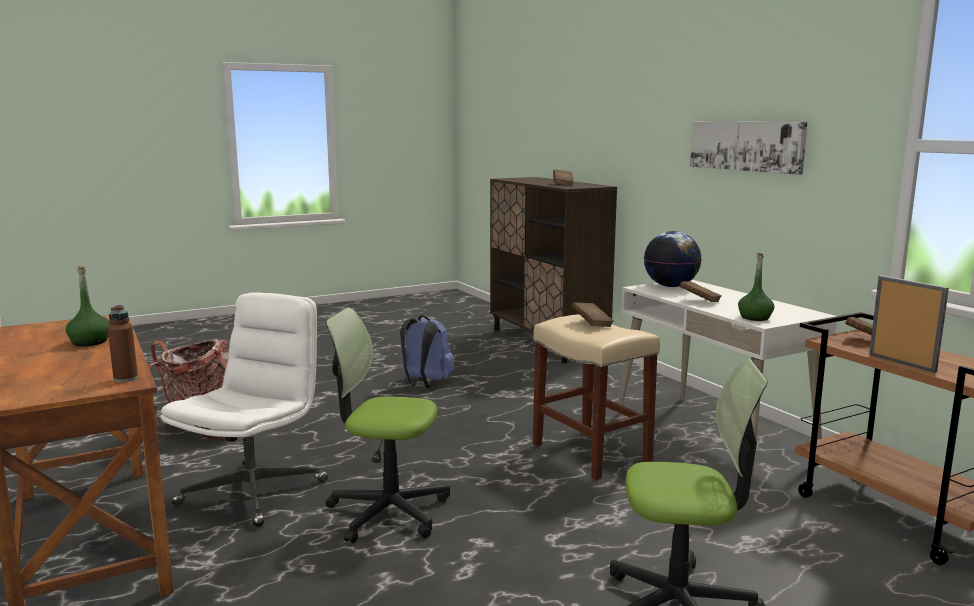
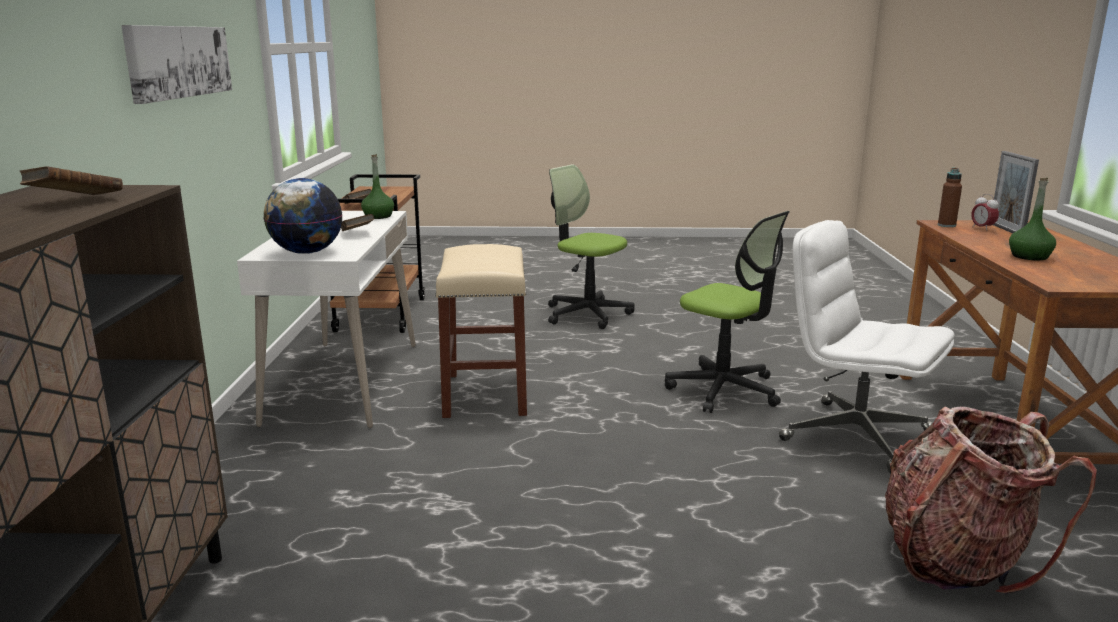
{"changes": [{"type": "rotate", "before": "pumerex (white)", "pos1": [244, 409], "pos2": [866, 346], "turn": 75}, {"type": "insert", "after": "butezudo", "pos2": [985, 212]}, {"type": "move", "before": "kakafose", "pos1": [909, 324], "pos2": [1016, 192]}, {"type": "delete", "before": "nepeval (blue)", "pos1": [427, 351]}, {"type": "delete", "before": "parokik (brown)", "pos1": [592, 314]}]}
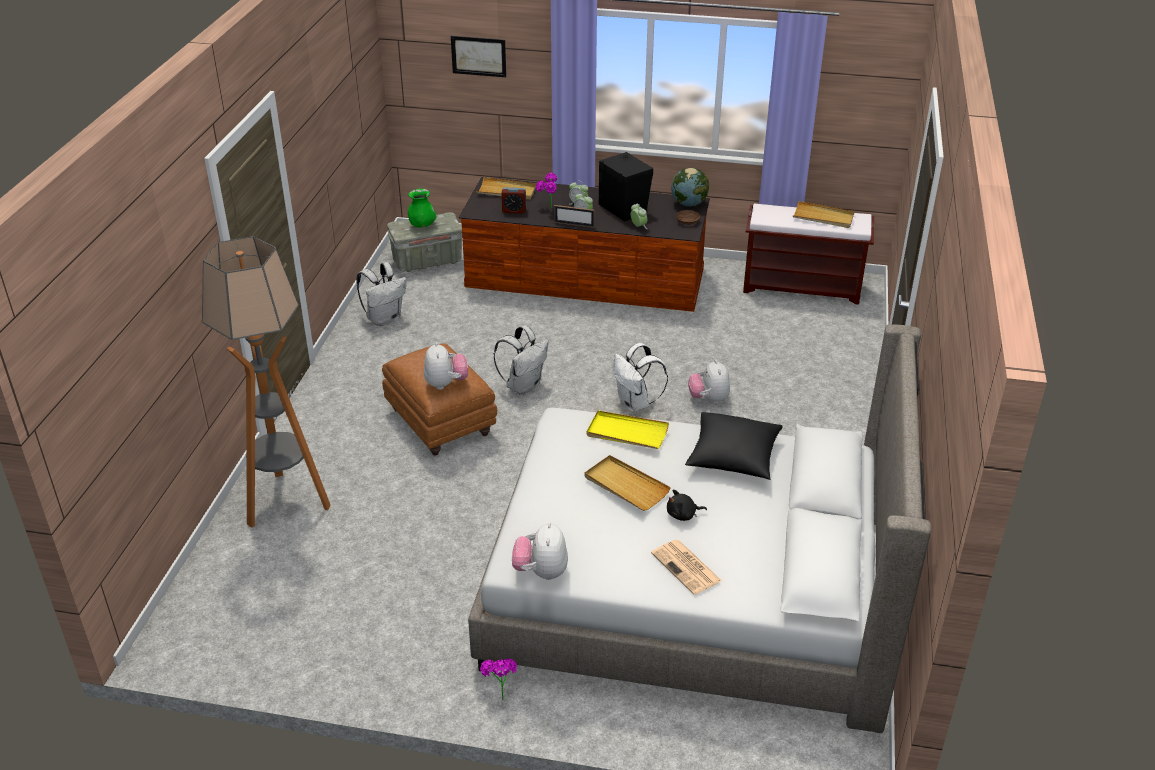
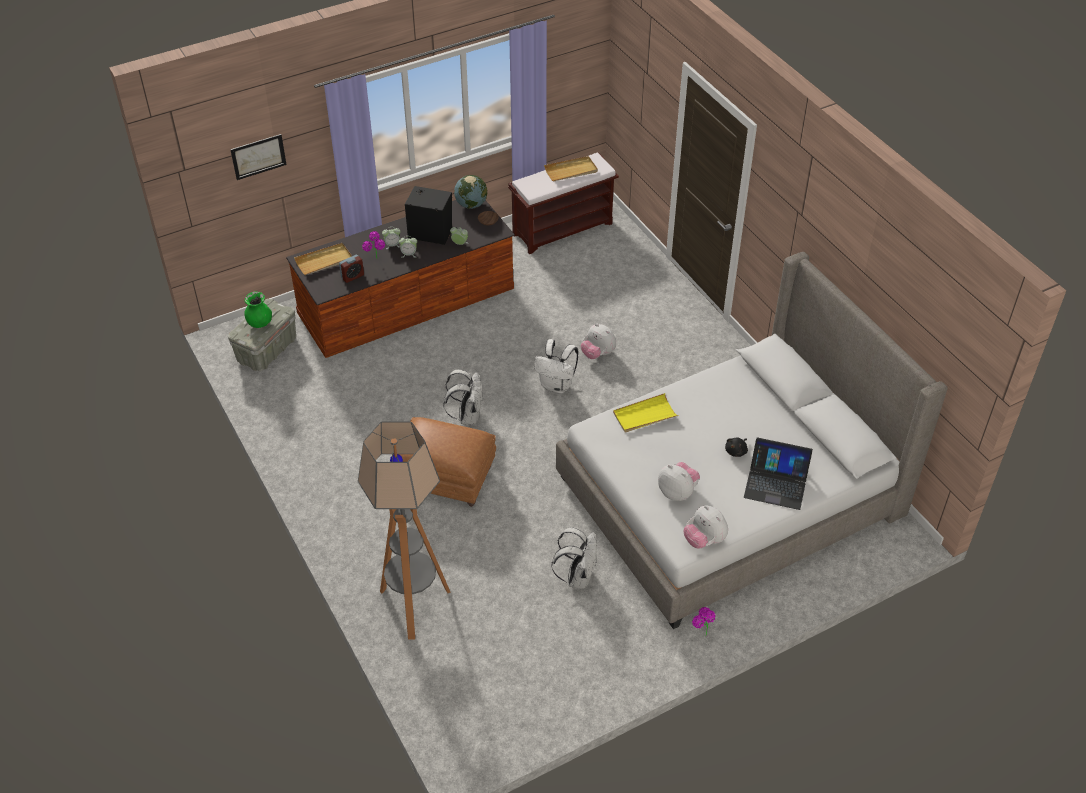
{"changes": [{"type": "move", "before": "nepeval (white)", "pos1": [381, 294], "pos2": [574, 558]}, {"type": "move", "before": "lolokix", "pos1": [446, 366], "pos2": [679, 481]}, {"type": "replace", "before": "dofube", "after": "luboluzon", "pos1": [686, 567], "pos2": [778, 474]}, {"type": "delete", "before": "kakafose", "pos1": [574, 216]}, {"type": "delete", "before": "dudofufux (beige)", "pos1": [628, 483]}, {"type": "delete", "before": "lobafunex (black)", "pos1": [734, 446]}]}
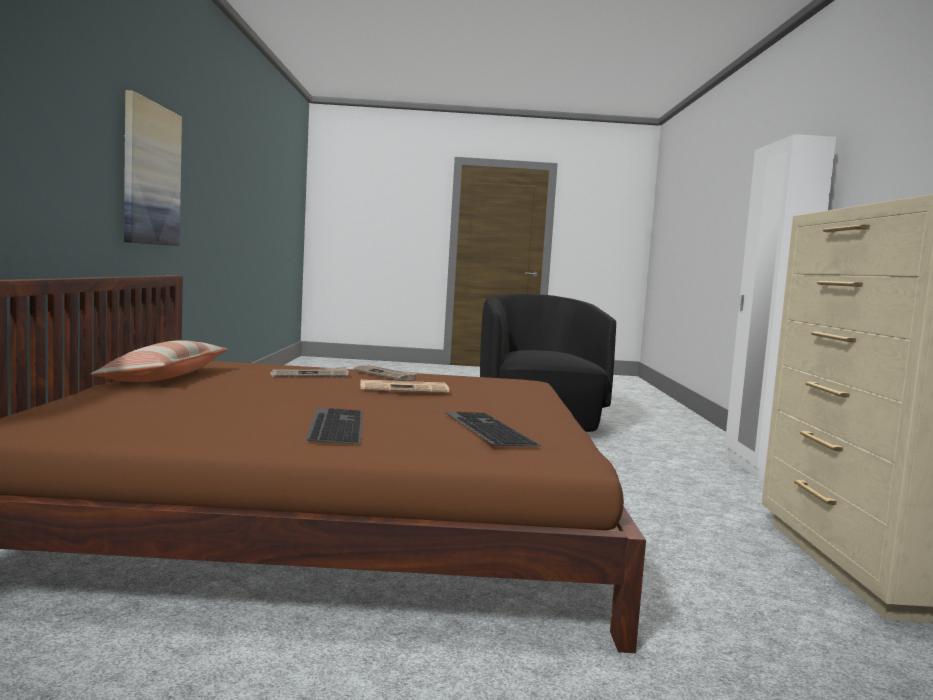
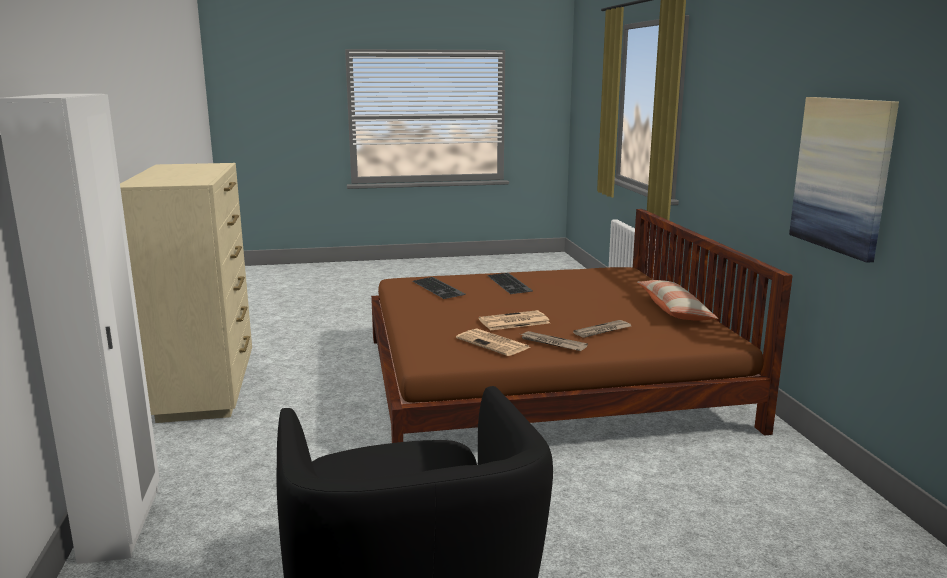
{"changes": [{"type": "insert", "after": "dofube", "pos2": [493, 342]}]}
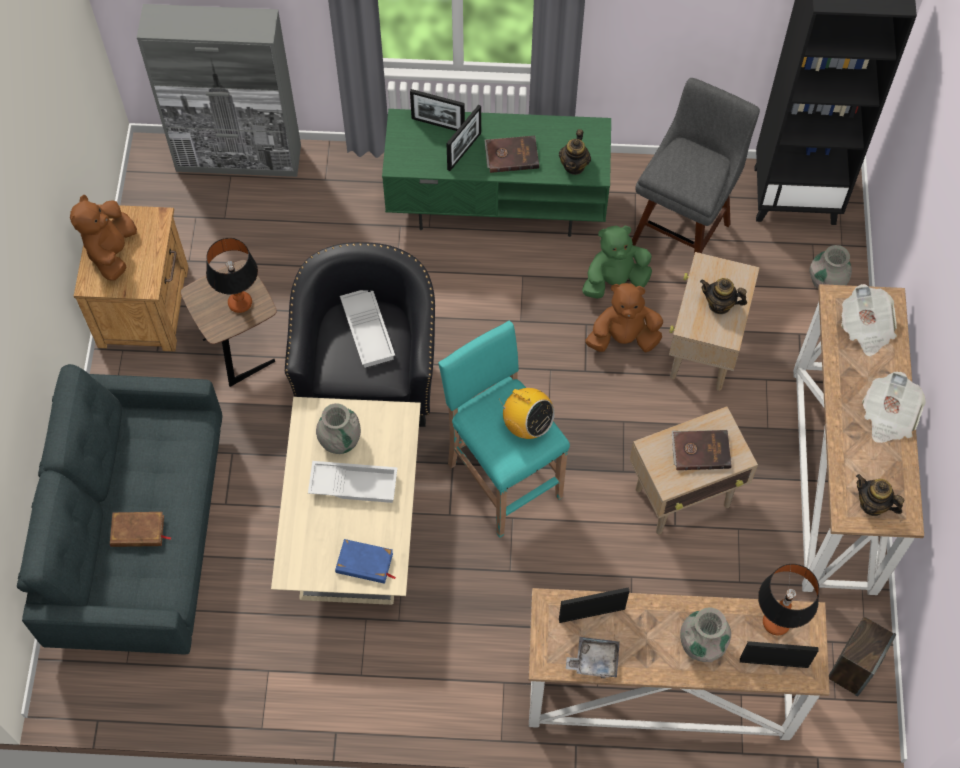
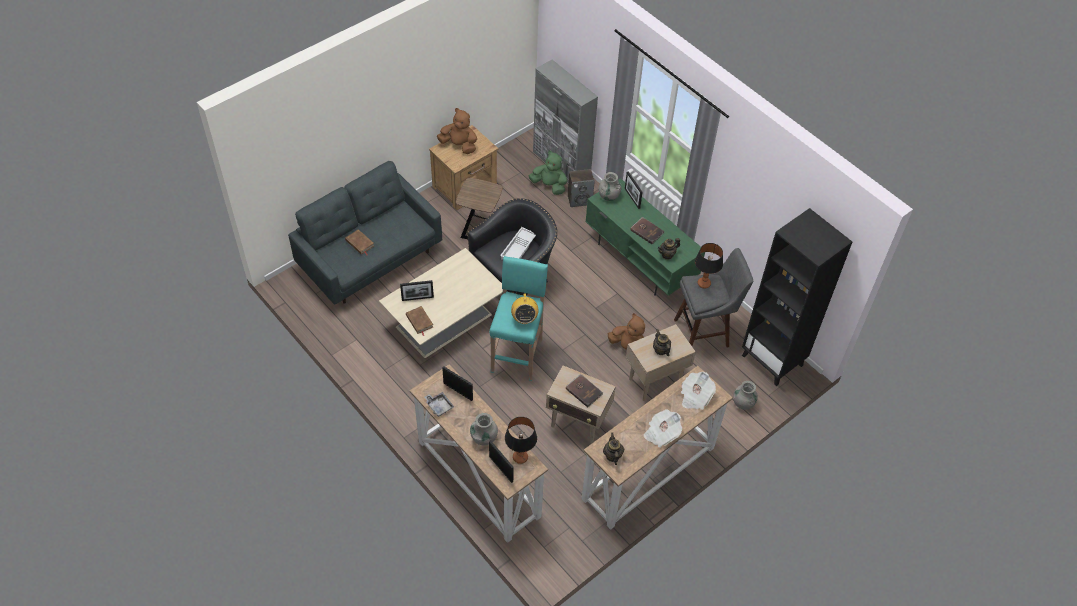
{"changes": [{"type": "move", "before": "kakafose", "pos1": [464, 138], "pos2": [417, 290]}, {"type": "recolor", "before": "parokik (blue)", "after": "parokik (brown)", "pos1": [365, 561], "pos2": [419, 321]}, {"type": "rotate", "before": "lolokix (brown)", "pos1": [103, 238], "pos2": [457, 131], "turn": 60}, {"type": "move", "before": "lolokix (green)", "pos1": [617, 262], "pos2": [548, 172]}, {"type": "move", "before": "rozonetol", "pos1": [862, 657], "pos2": [581, 188]}, {"type": "move", "before": "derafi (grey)", "pos1": [338, 428], "pos2": [610, 186]}, {"type": "move", "before": "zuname", "pos1": [232, 275], "pos2": [709, 266]}, {"type": "delete", "before": "dudofufux (white)", "pos1": [352, 482]}]}
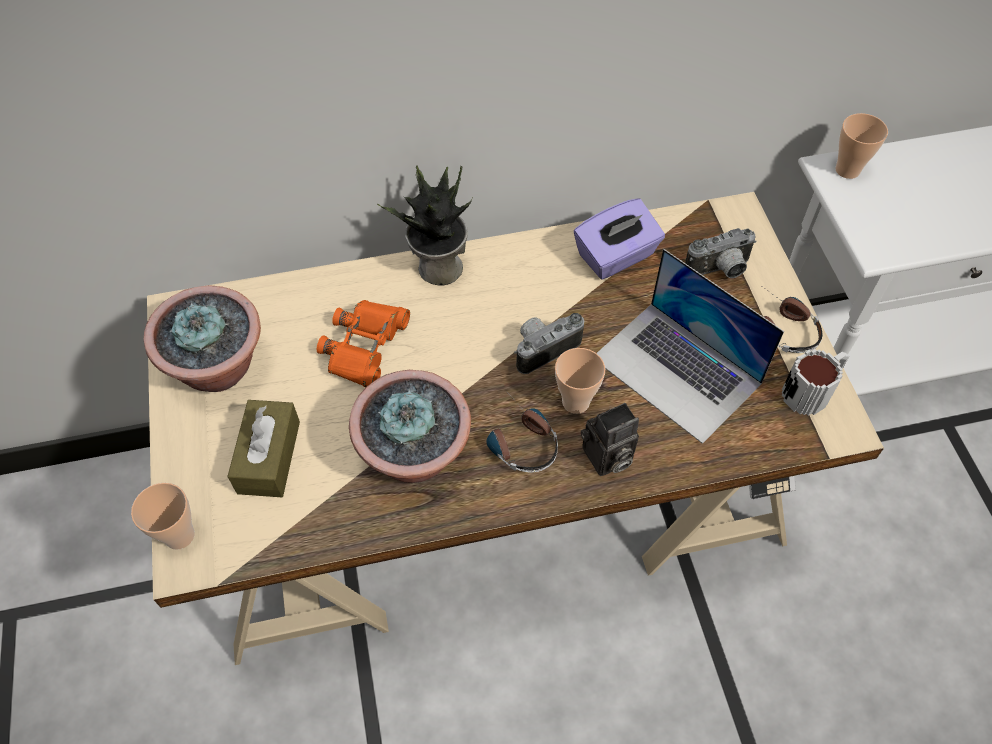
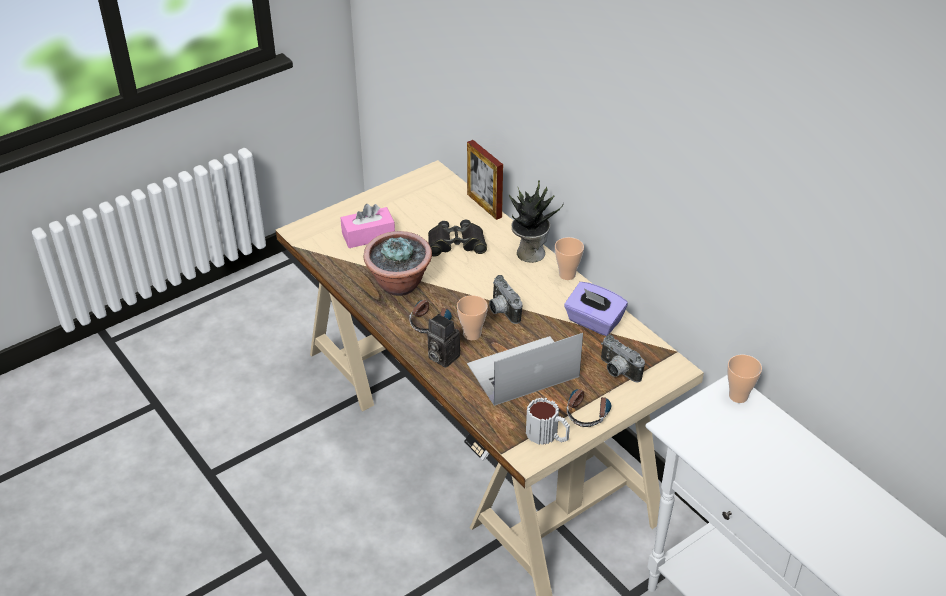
{"changes": [{"type": "recolor", "before": "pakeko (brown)", "after": "pakeko (pink)", "pos1": [263, 448], "pos2": [368, 226]}, {"type": "recolor", "before": "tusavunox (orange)", "after": "tusavunox (black)", "pos1": [363, 343], "pos2": [457, 238]}, {"type": "insert", "after": "kakafose", "pos2": [485, 180]}, {"type": "rotate", "before": "luboluzon", "pos1": [690, 346], "pos2": [525, 369], "turn": 45}, {"type": "rotate", "before": "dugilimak", "pos1": [549, 343], "pos2": [506, 299], "turn": -150}, {"type": "move", "before": "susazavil", "pos1": [163, 516], "pos2": [569, 258]}, {"type": "delete", "before": "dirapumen", "pos1": [202, 338]}]}
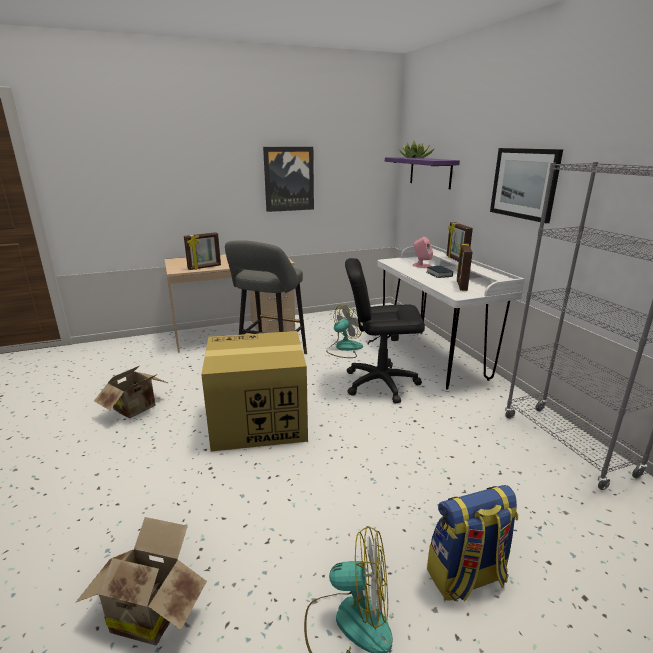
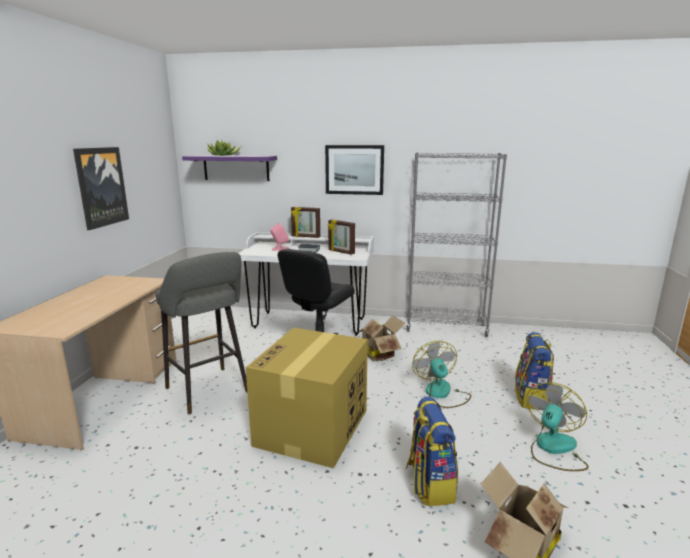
{"changes": [{"type": "move", "before": "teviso", "pos1": [130, 392], "pos2": [380, 338]}, {"type": "insert", "after": "nepeval", "pos2": [432, 451]}, {"type": "move", "before": "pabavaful", "pos1": [344, 331], "pos2": [441, 374]}, {"type": "delete", "before": "kakafose", "pos1": [202, 251]}]}
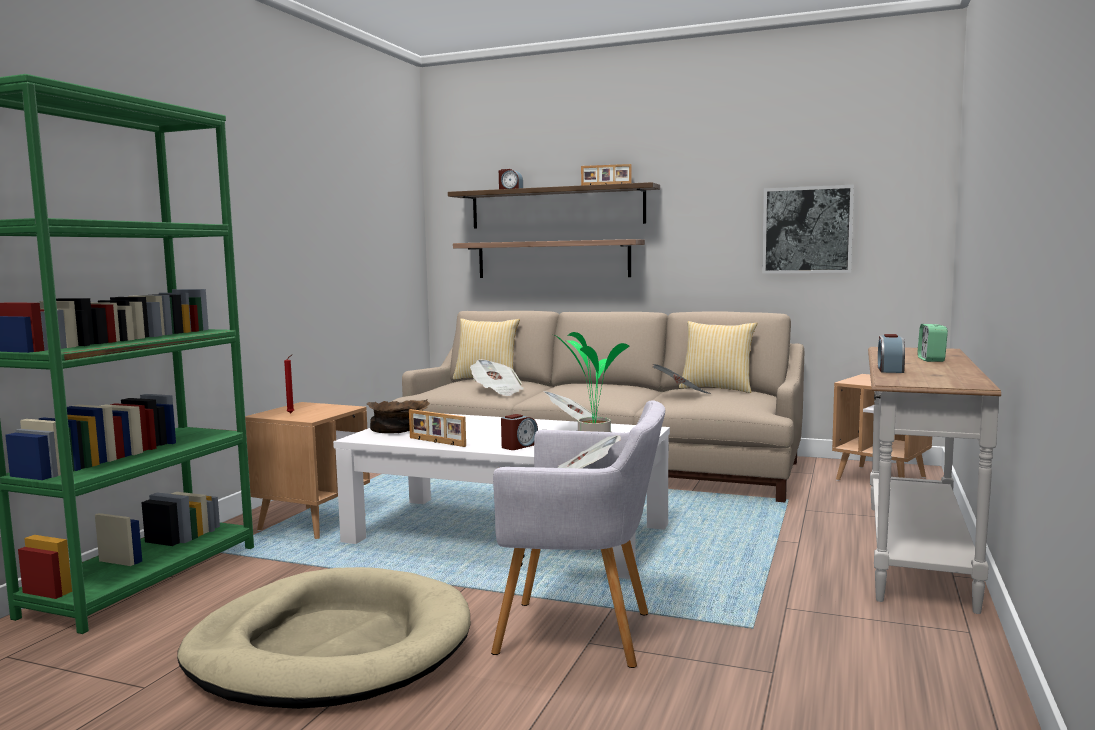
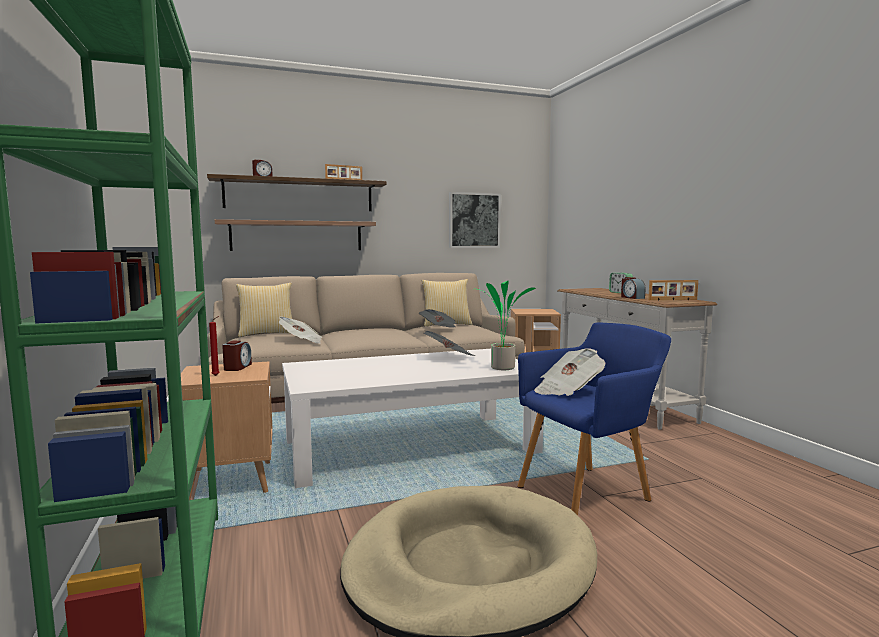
{"changes": [{"type": "move", "before": "butezudo", "pos1": [519, 432], "pos2": [237, 356]}, {"type": "recolor", "before": "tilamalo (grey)", "after": "tilamalo (blue)", "pos1": [578, 534], "pos2": [594, 418]}, {"type": "move", "before": "kakafose", "pos1": [437, 428], "pos2": [673, 290]}, {"type": "delete", "before": "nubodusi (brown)", "pos1": [398, 416]}]}
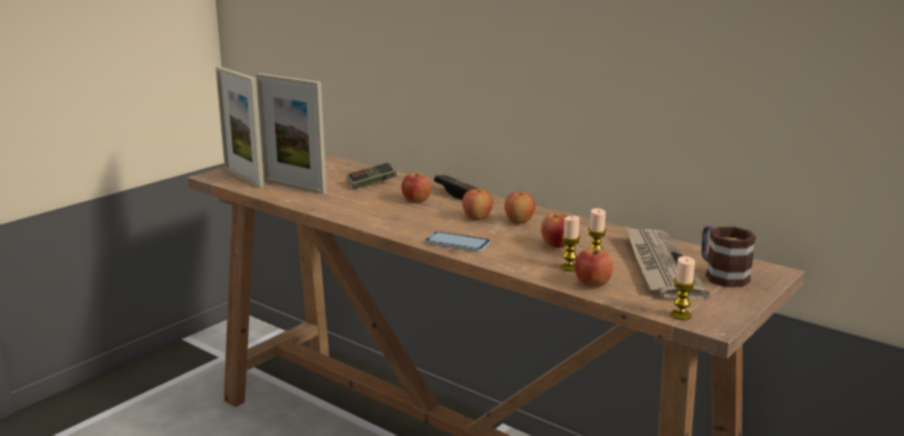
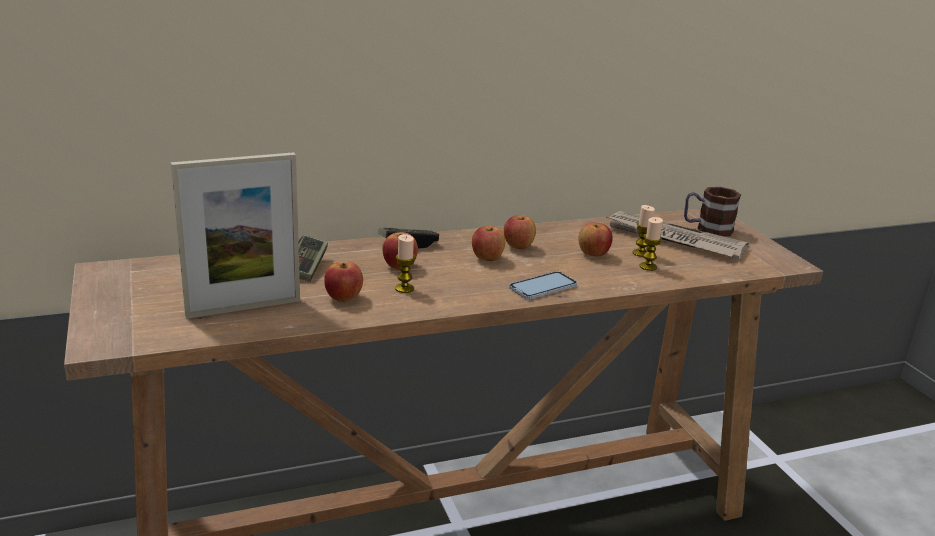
{"changes": [{"type": "move", "before": "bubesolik", "pos1": [594, 267], "pos2": [343, 281]}, {"type": "move", "before": "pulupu", "pos1": [683, 288], "pos2": [405, 263]}, {"type": "delete", "before": "kakafose", "pos1": [239, 127]}]}
